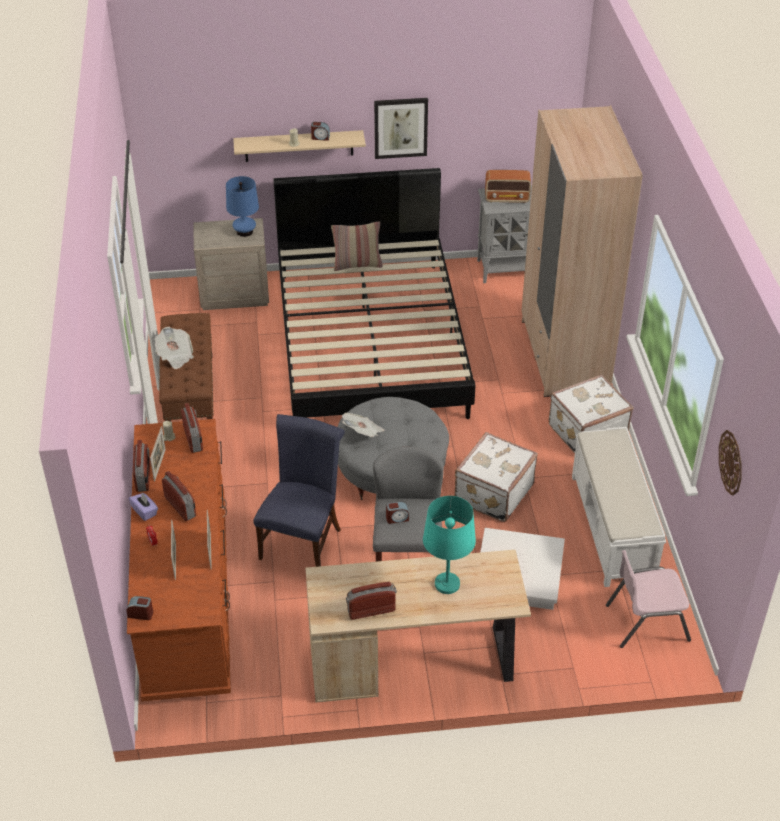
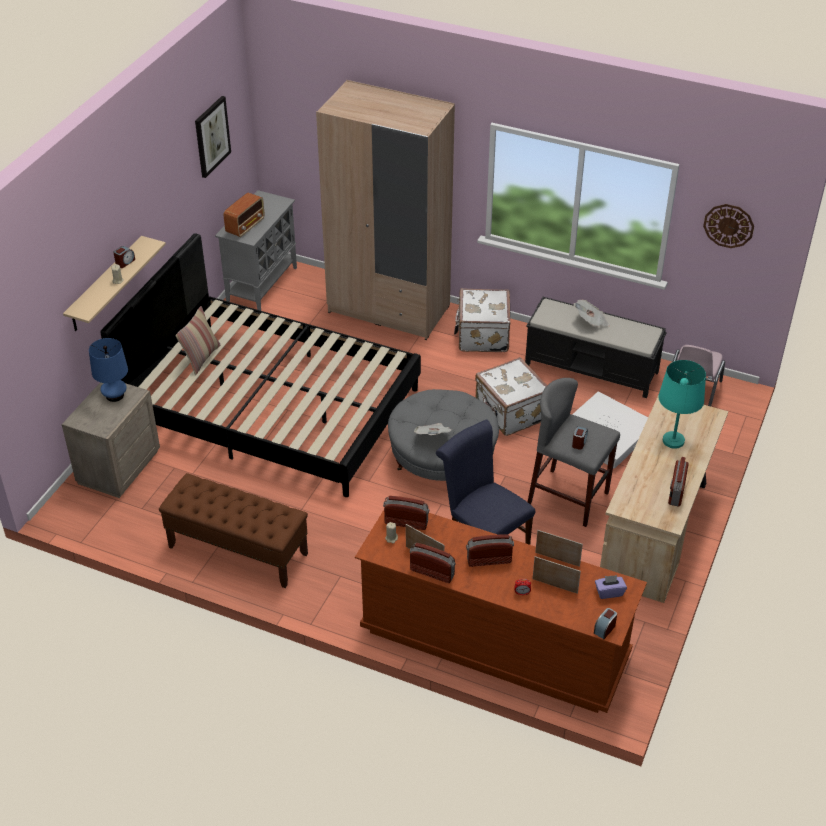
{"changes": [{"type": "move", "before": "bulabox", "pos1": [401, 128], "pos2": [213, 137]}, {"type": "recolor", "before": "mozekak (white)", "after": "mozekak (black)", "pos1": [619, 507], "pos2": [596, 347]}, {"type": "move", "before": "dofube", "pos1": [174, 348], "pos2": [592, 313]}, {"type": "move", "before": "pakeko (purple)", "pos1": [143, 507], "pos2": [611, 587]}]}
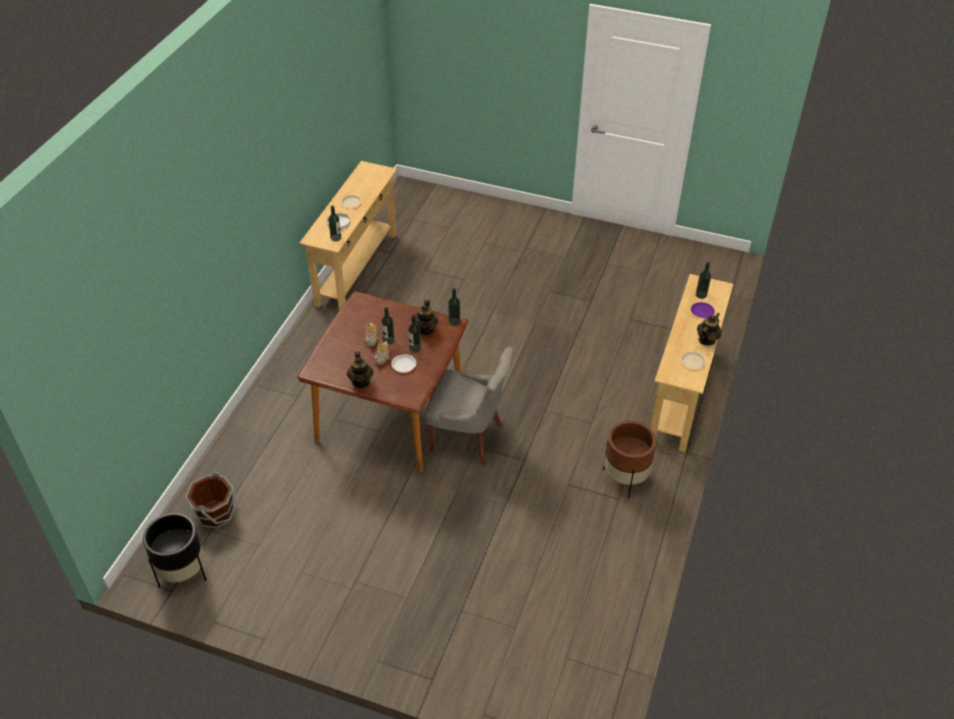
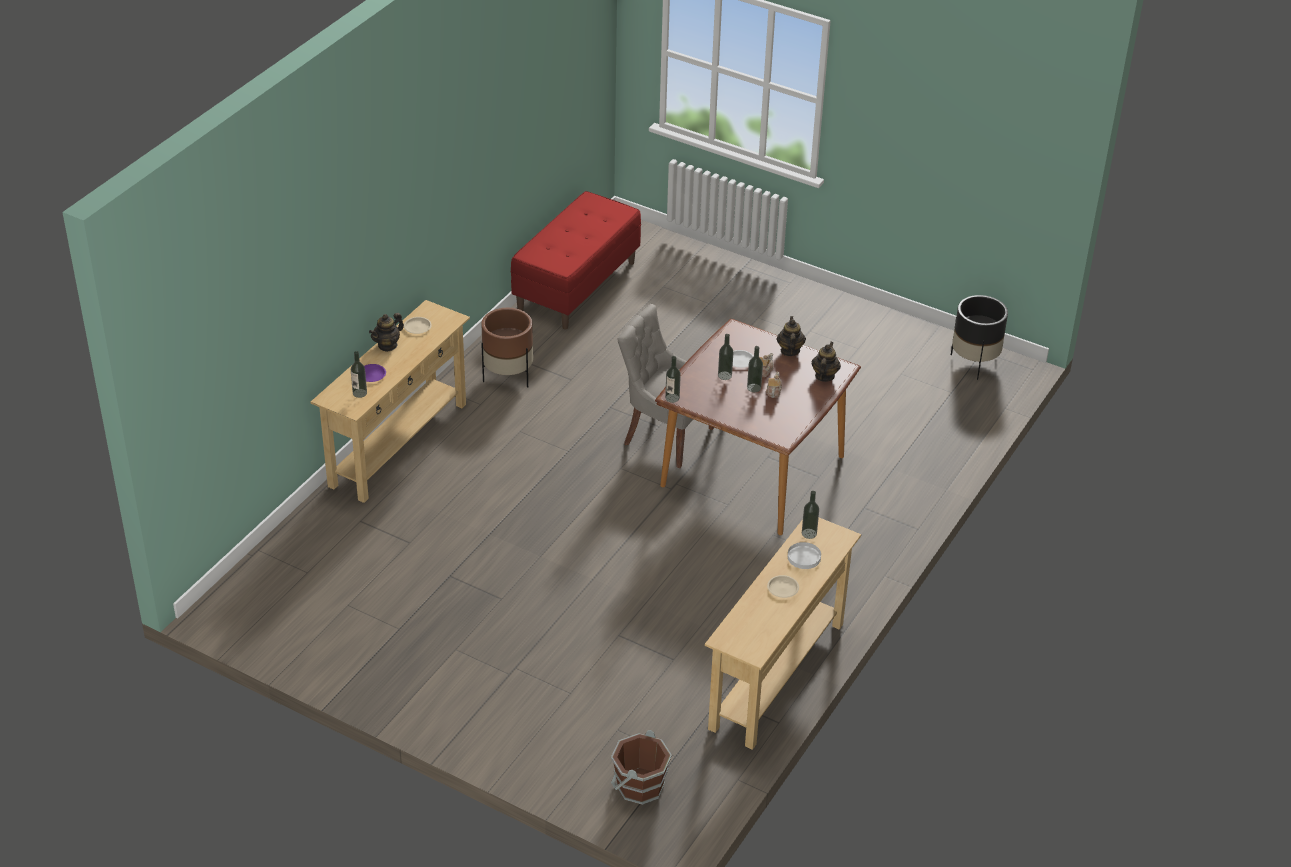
{"changes": [{"type": "insert", "after": "mozekak (red)", "pos2": [576, 260]}, {"type": "move", "before": "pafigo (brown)", "pos1": [211, 500], "pos2": [641, 767]}, {"type": "move", "before": "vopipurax", "pos1": [426, 317], "pos2": [826, 362]}]}
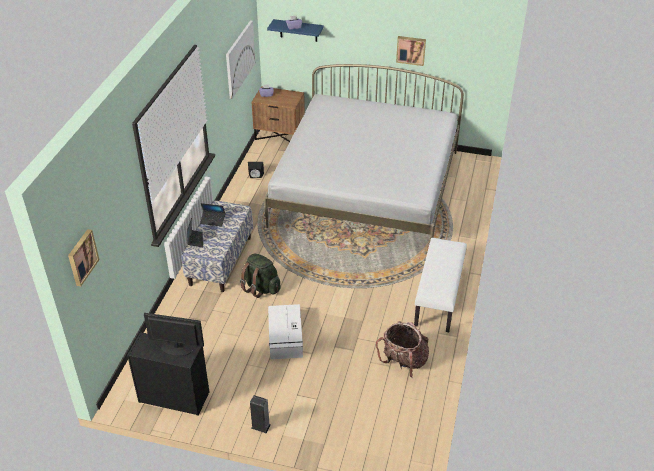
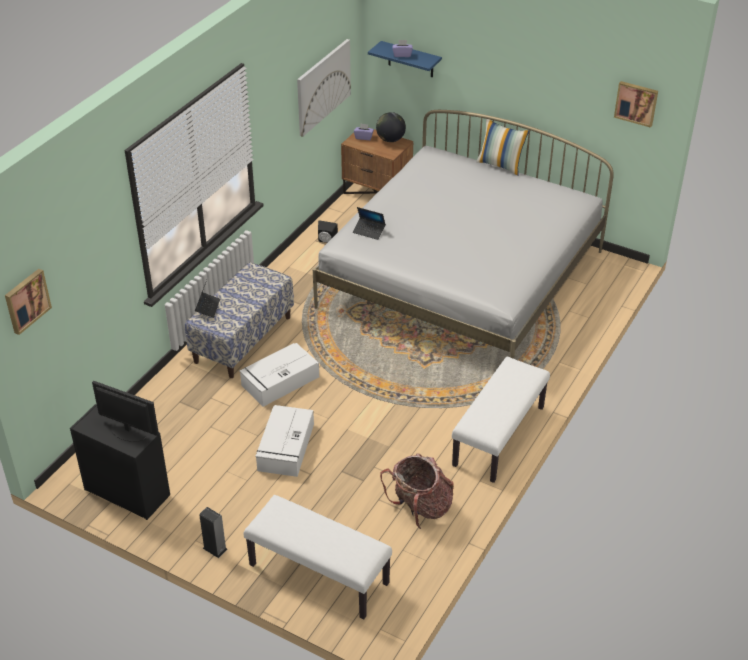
{"changes": [{"type": "replace", "before": "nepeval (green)", "after": "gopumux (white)", "pos1": [260, 275], "pos2": [279, 375]}, {"type": "insert", "after": "mozekak (white)", "pos2": [318, 557]}, {"type": "move", "before": "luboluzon", "pos1": [212, 214], "pos2": [369, 223]}, {"type": "insert", "after": "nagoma", "pos2": [391, 127]}, {"type": "insert", "after": "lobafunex", "pos2": [502, 147]}, {"type": "move", "before": "bulabox", "pos1": [411, 51], "pos2": [636, 104]}]}
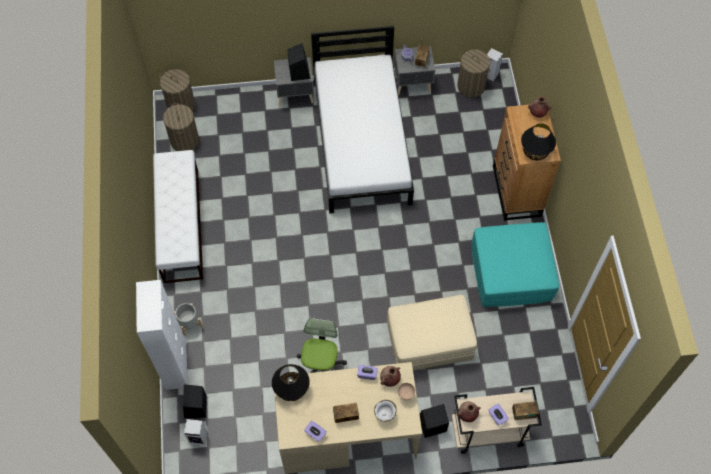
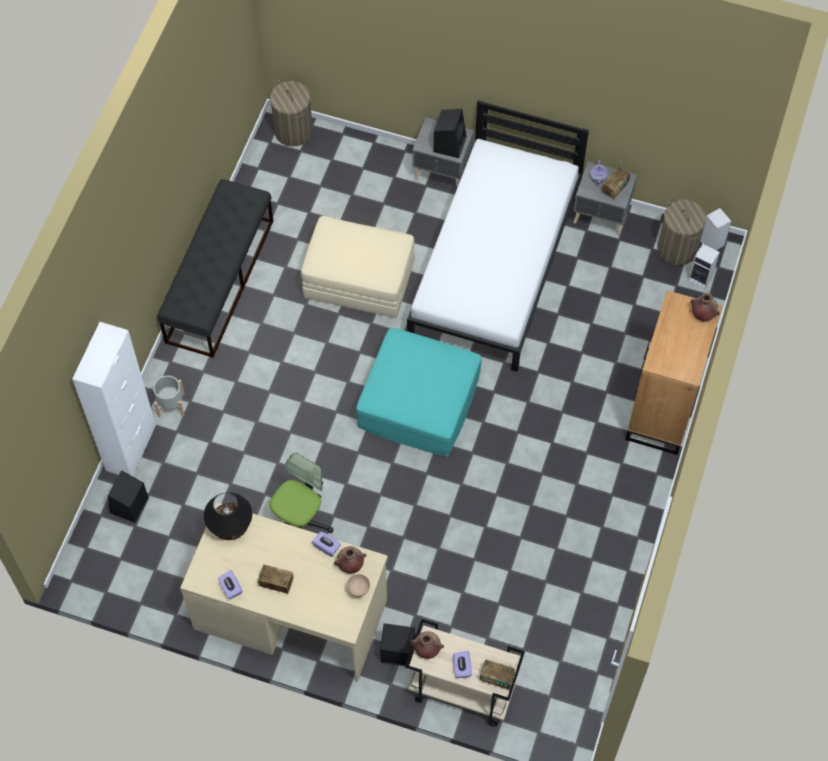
{"changes": [{"type": "recolor", "before": "mozekak (white)", "after": "mozekak (black)", "pos1": [178, 216], "pos2": [215, 268]}, {"type": "move", "before": "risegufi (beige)", "pos1": [432, 332], "pos2": [358, 267]}, {"type": "move", "before": "risegufi (turquoise)", "pos1": [515, 264], "pos2": [419, 392]}, {"type": "move", "before": "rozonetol", "pos1": [196, 432], "pos2": [704, 266]}, {"type": "delete", "before": "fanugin", "pos1": [181, 127]}, {"type": "delete", "before": "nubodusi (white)", "pos1": [385, 411]}, {"type": "delete", "before": "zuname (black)", "pos1": [538, 142]}]}
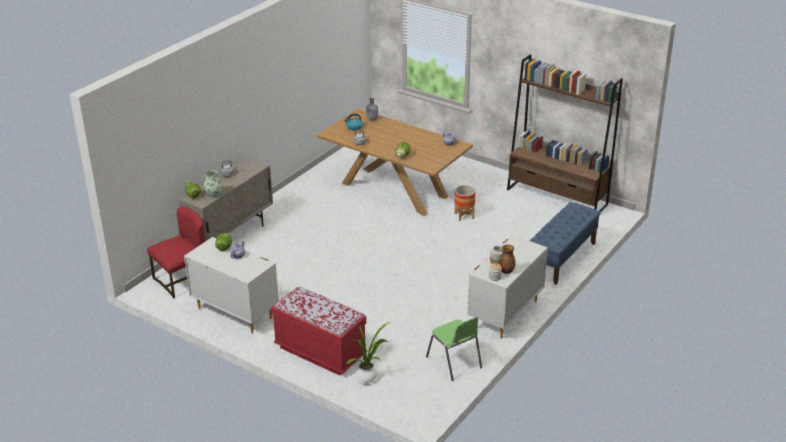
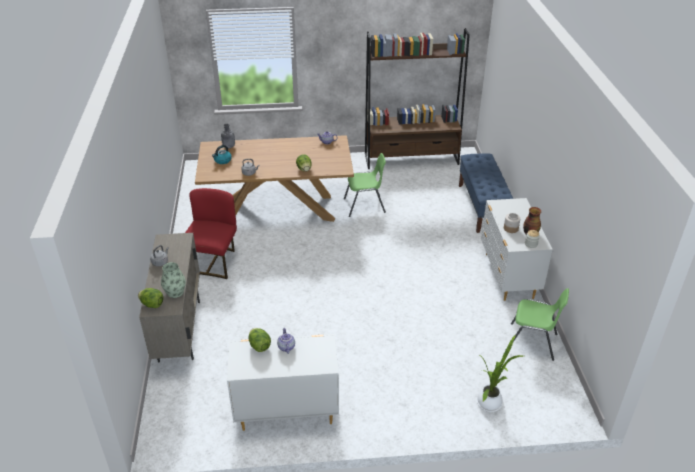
{"changes": [{"type": "move", "before": "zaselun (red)", "pos1": [176, 252], "pos2": [211, 233]}, {"type": "replace", "before": "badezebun", "after": "zaselun (green)", "pos1": [465, 203], "pos2": [365, 185]}, {"type": "delete", "before": "mozekak (red)", "pos1": [319, 331]}]}
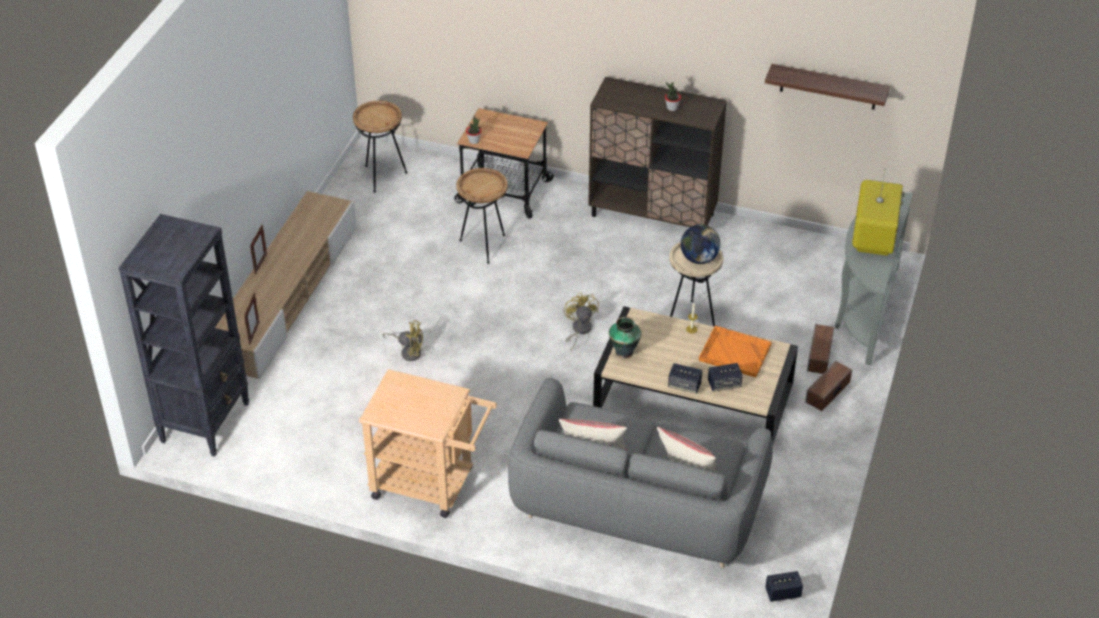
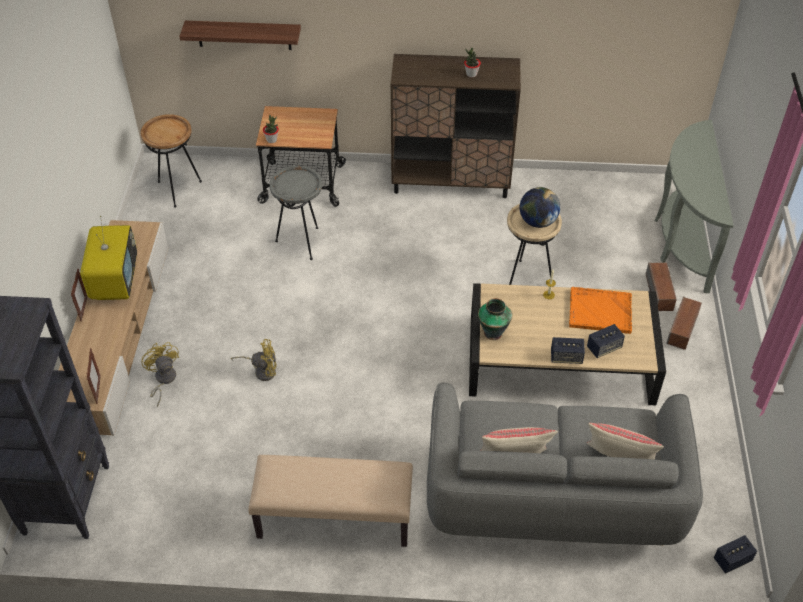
{"changes": [{"type": "move", "before": "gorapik", "pos1": [878, 212], "pos2": [108, 258]}, {"type": "move", "before": "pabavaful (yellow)", "pos1": [581, 321], "pos2": [160, 374]}, {"type": "move", "before": "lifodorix", "pos1": [827, 87], "pos2": [240, 35]}, {"type": "replace", "before": "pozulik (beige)", "after": "mozekak (beige)", "pos1": [428, 443], "pos2": [330, 501]}, {"type": "recolor", "before": "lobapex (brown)", "after": "lobapex (grey)", "pos1": [482, 216], "pos2": [295, 213]}]}
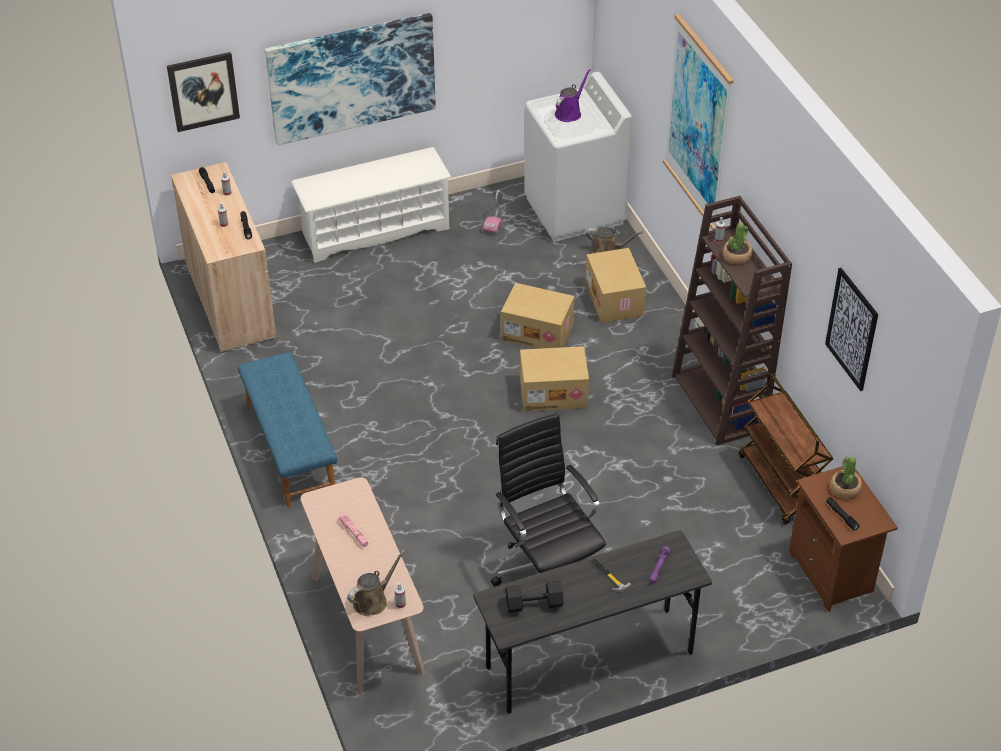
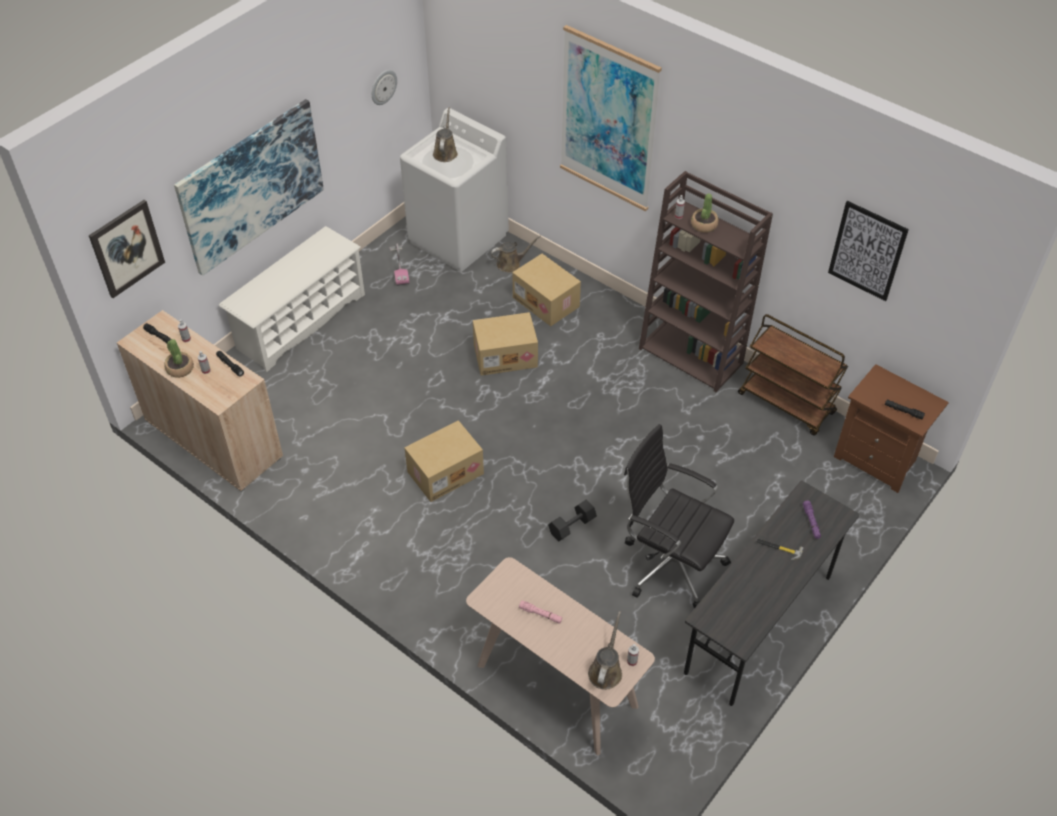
{"changes": [{"type": "move", "before": "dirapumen", "pos1": [846, 478], "pos2": [179, 358]}, {"type": "insert", "after": "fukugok", "pos2": [384, 87]}, {"type": "move", "before": "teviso", "pos1": [554, 378], "pos2": [444, 461]}, {"type": "recolor", "before": "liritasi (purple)", "after": "liritasi (brown)", "pos1": [573, 95], "pos2": [445, 134]}, {"type": "move", "before": "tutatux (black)", "pos1": [534, 596], "pos2": [572, 520]}, {"type": "delete", "before": "mozekak (blue)", "pos1": [287, 430]}]}
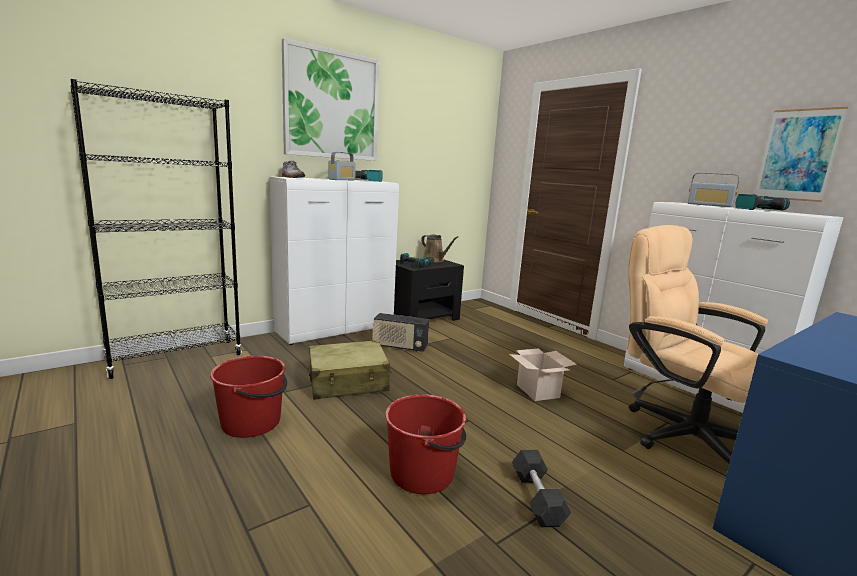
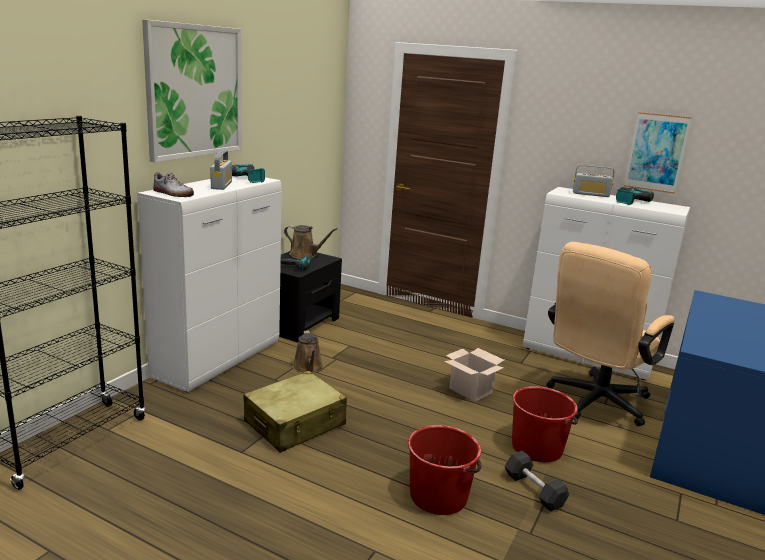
{"changes": [{"type": "replace", "before": "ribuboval", "after": "liritasi (brown)", "pos1": [400, 332], "pos2": [308, 351]}, {"type": "move", "before": "pafigo (red)", "pos1": [248, 397], "pos2": [545, 424]}, {"type": "rotate", "before": "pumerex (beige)", "pos1": [697, 344], "pos2": [610, 334], "turn": -75}]}
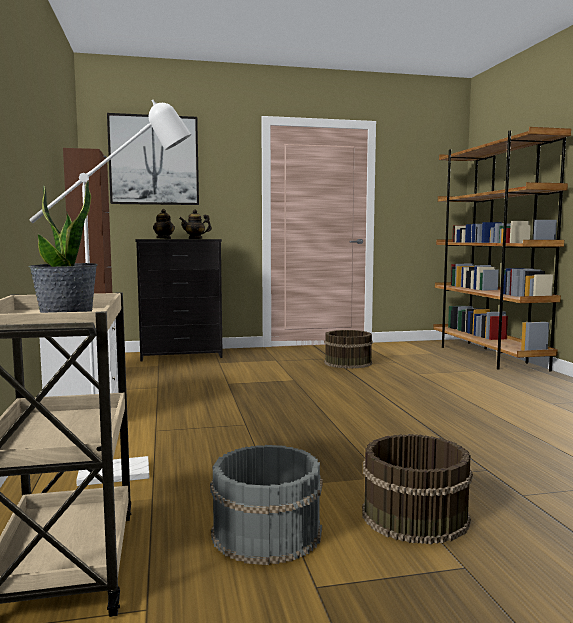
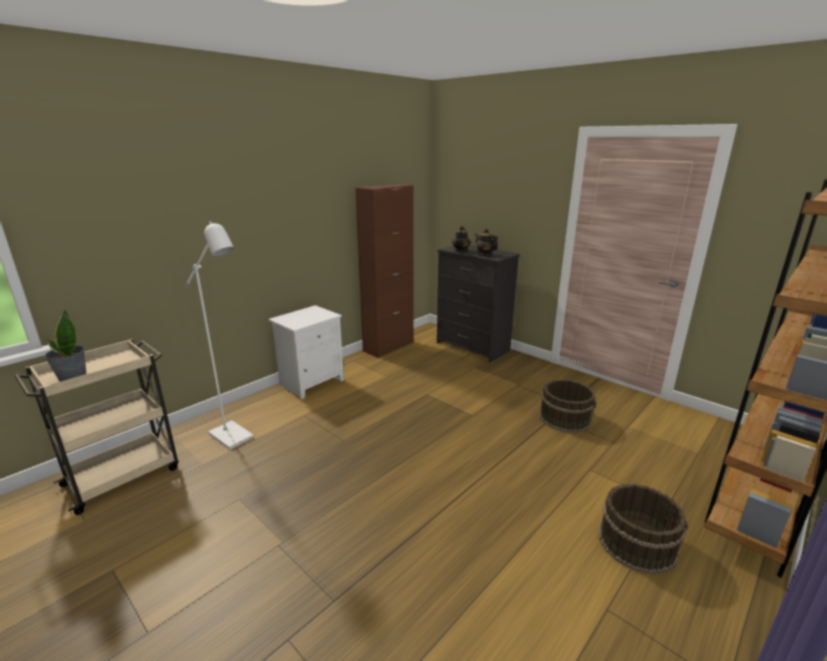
{"changes": [{"type": "move", "before": "pafigo (brown)", "pos1": [417, 489], "pos2": [643, 529]}, {"type": "delete", "before": "bulabox", "pos1": [153, 159]}, {"type": "delete", "before": "pafigo (grey)", "pos1": [266, 505]}]}
